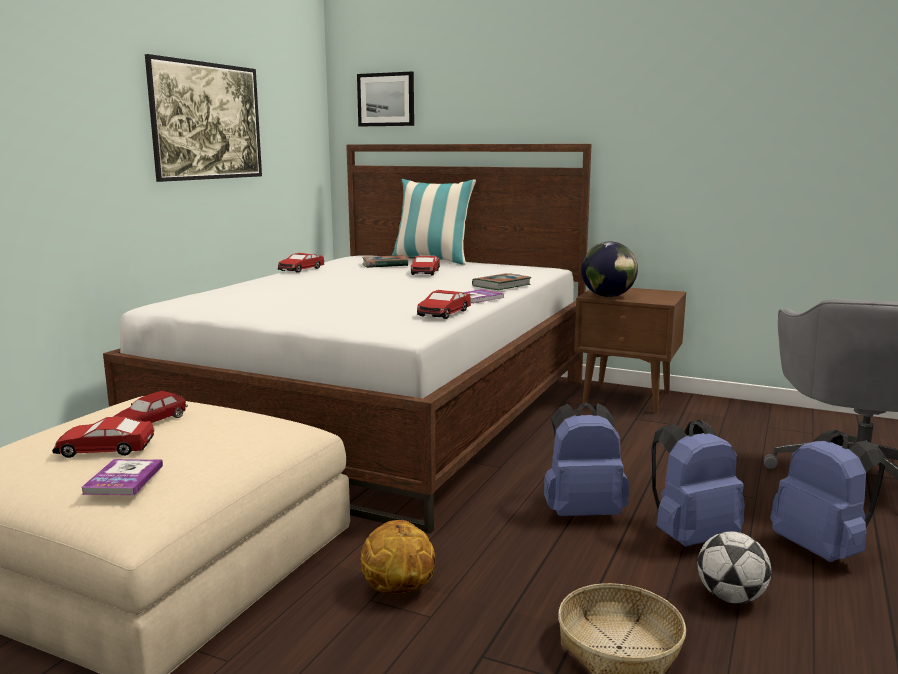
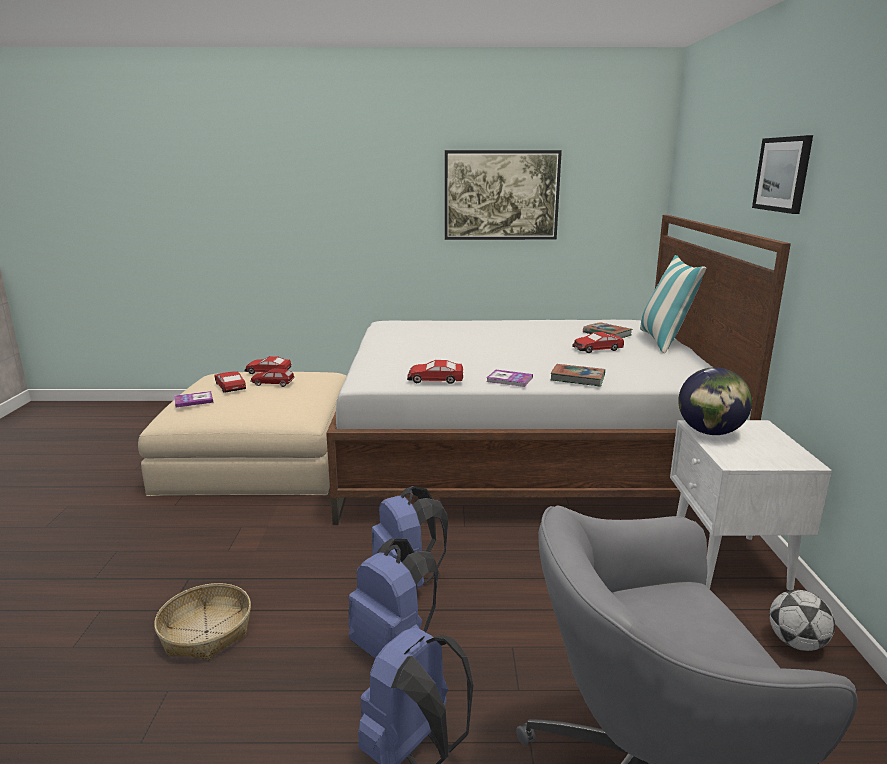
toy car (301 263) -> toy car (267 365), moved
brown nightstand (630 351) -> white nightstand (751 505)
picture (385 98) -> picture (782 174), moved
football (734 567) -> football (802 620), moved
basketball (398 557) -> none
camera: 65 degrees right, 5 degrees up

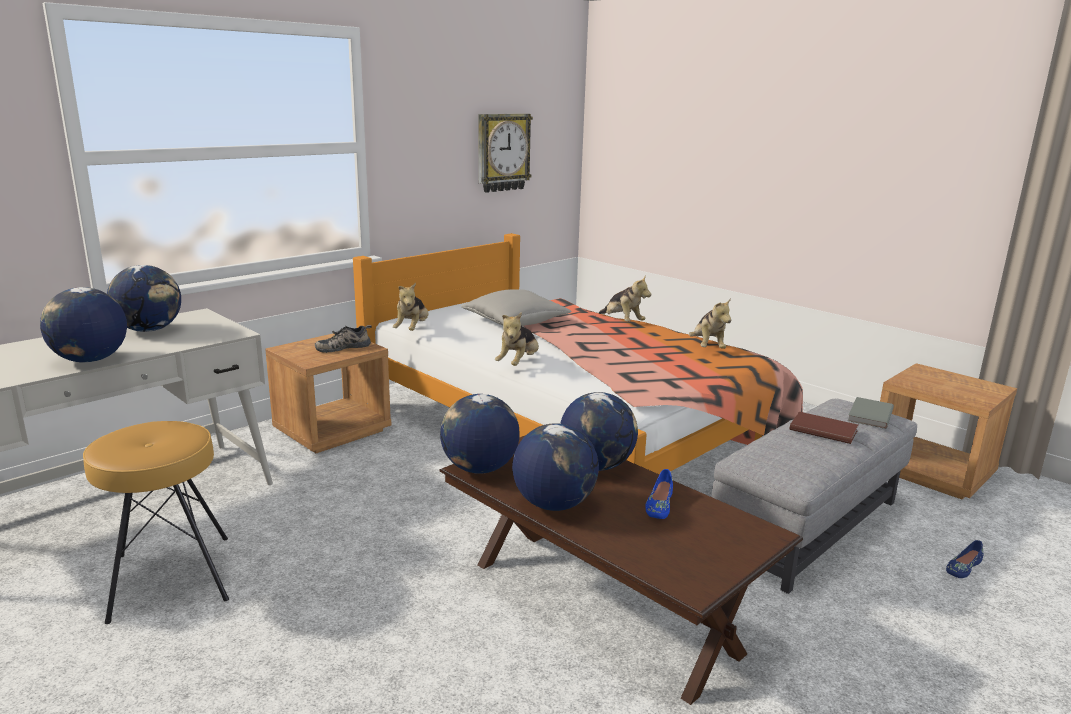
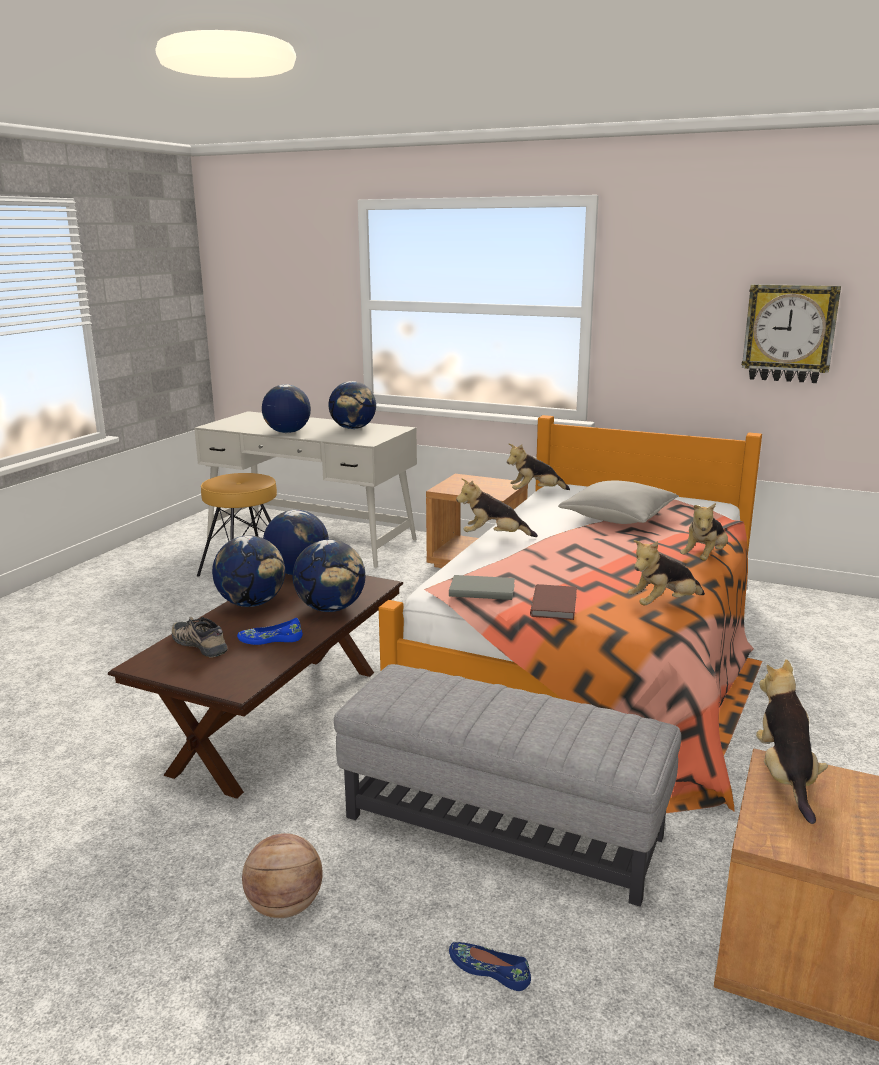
shoe (343 339) -> shoe (200 637), moved
none -> basketball (282 875)
grey book (871 413) -> grey book (482 587), moved
brown book (824 428) -> brown book (553 602), moved
none -> plush toy (792 741)
camera: 70 degrees right, 0 degrees up

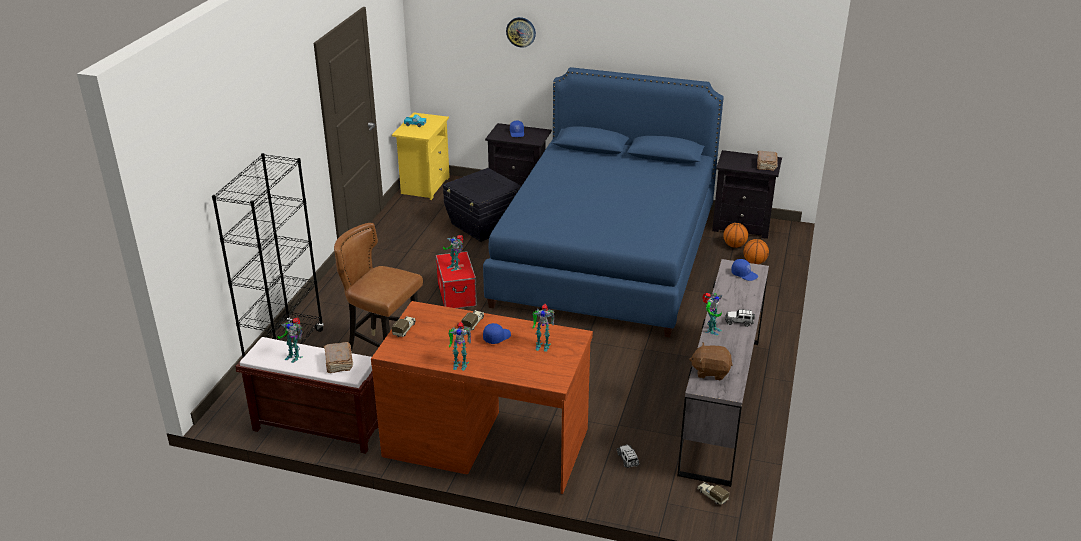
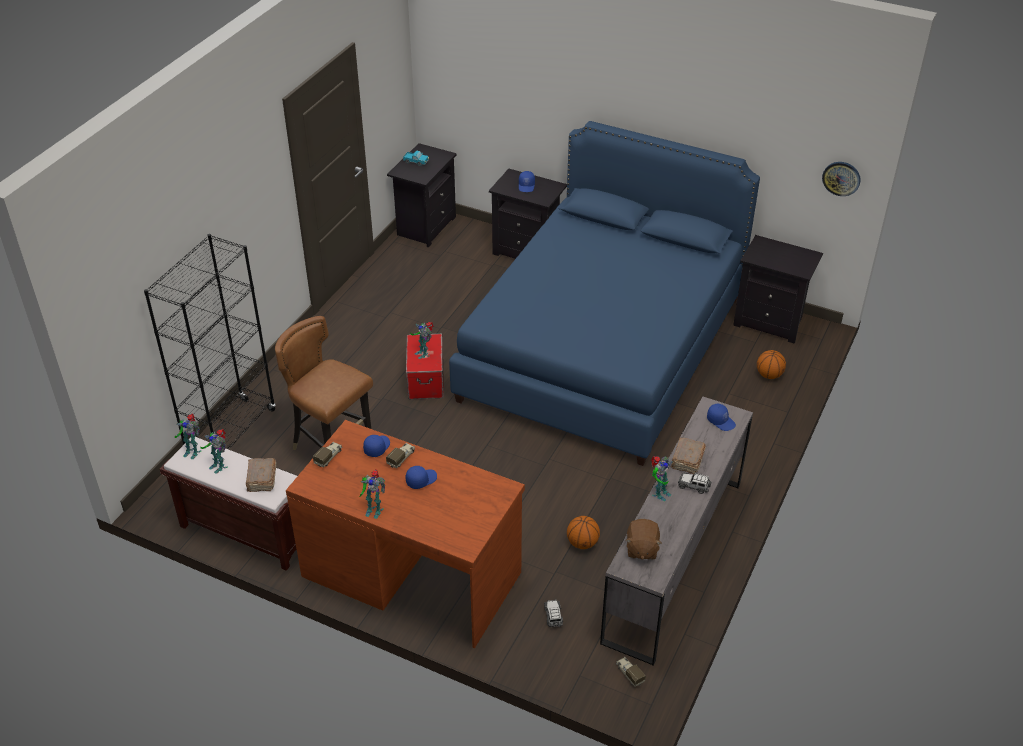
toy robot (544 328) -> toy robot (188 436), moved
none -> blue cap (376 446)
yellow nightstand (421 156) -> black nightstand (422 195)
basketball (735 235) -> basketball (583 532), moved
brown plush toy (711 361) -> brown plush toy (644 539), 105 degrees counterclockwise
brown book (767 161) -> brown book (688 455), moved
wall clock (521 32) -> wall clock (841 179), moved
black storage box (482 205) -> none
camera: 10 degrees right, 10 degrees up

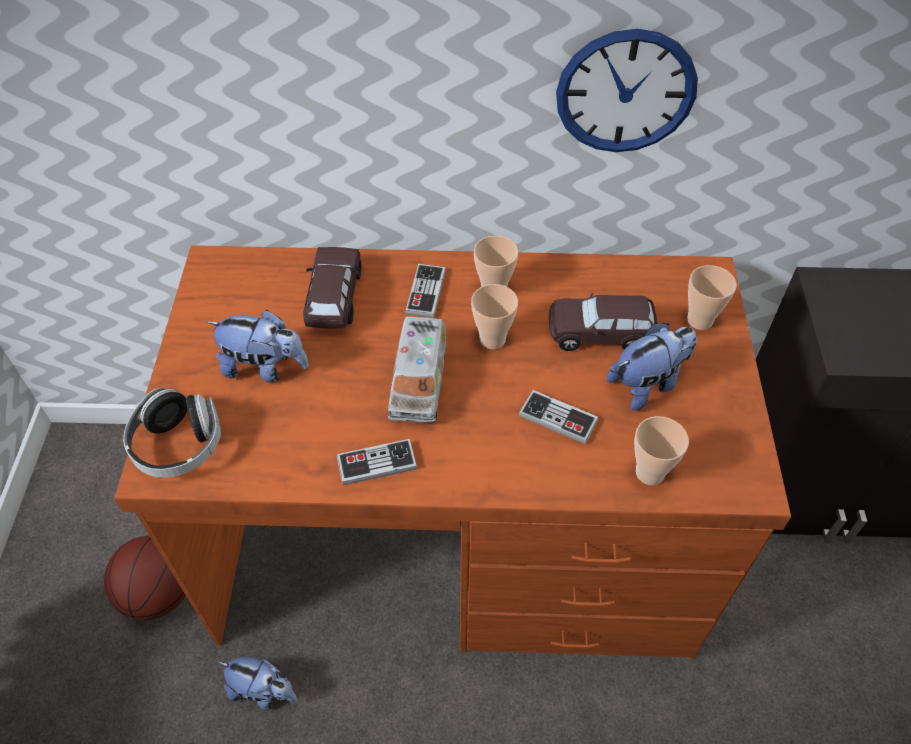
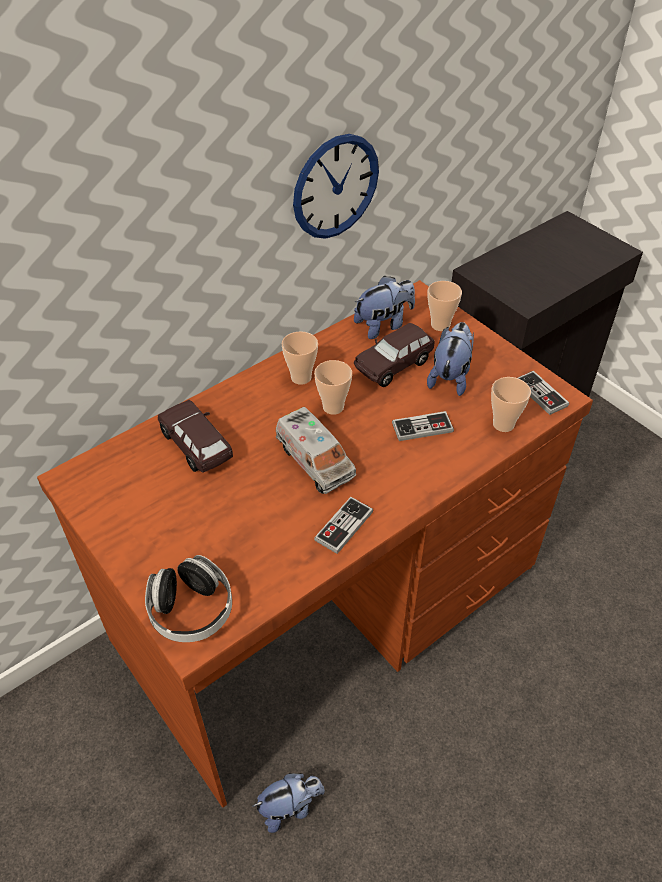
plush toy (257 346) -> plush toy (384 307), moved
game controller (425 291) -> game controller (543 393), moved
basketball (145 578) -> none
camera: 40 degrees left, 5 degrees down

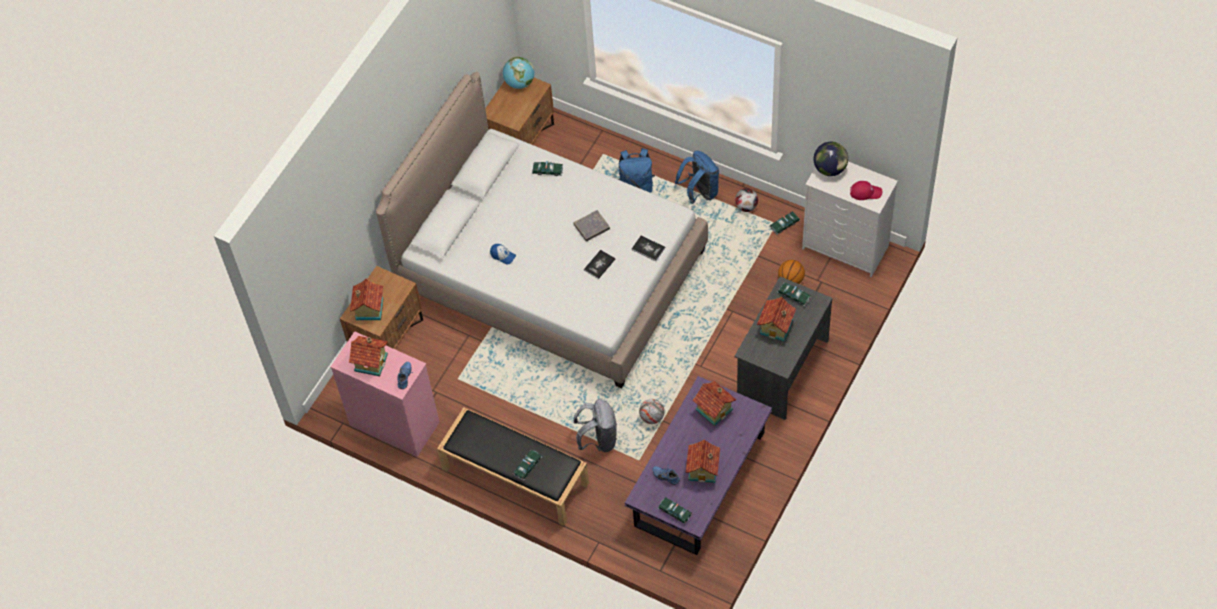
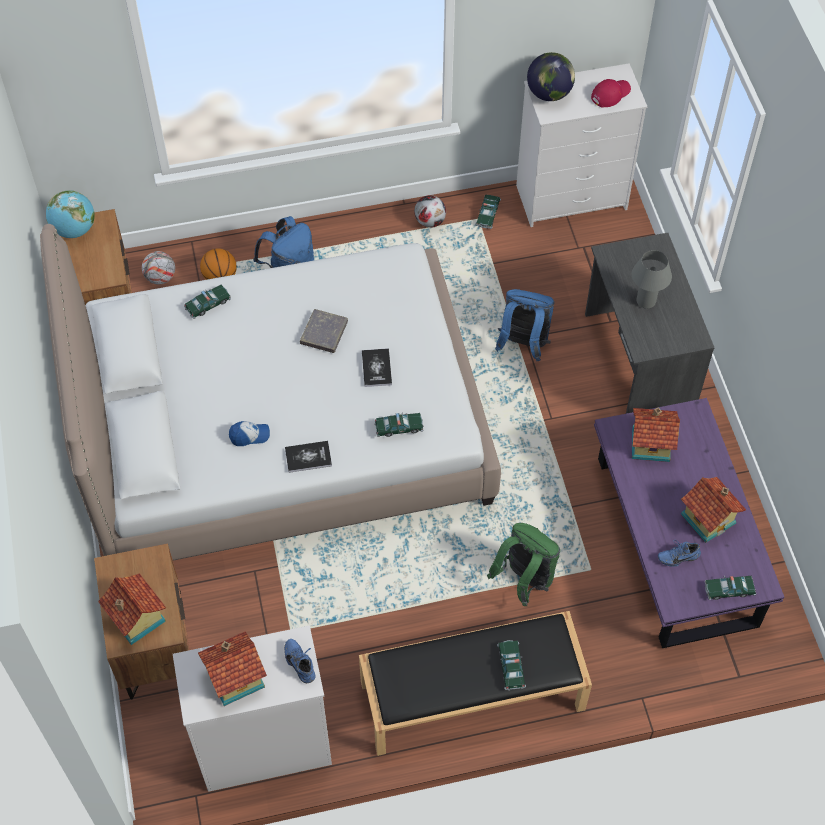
football (652 411) -> football (158 268), moved
pink dresser (384 394) -> white dresser (252 708)
basketball (791 272) -> basketball (218 264), moved
book (648 248) -> book (308 457), moved
toy car (794 294) -> toy car (399 424), moved
grey backpack (595 425) -> green backpack (523 564)
blue backpack (697 177) -> blue backpack (524 325), moved
toy house (776 319) -> grey table lamp (652 279)
camera: 45 degrees left, 0 degrees up

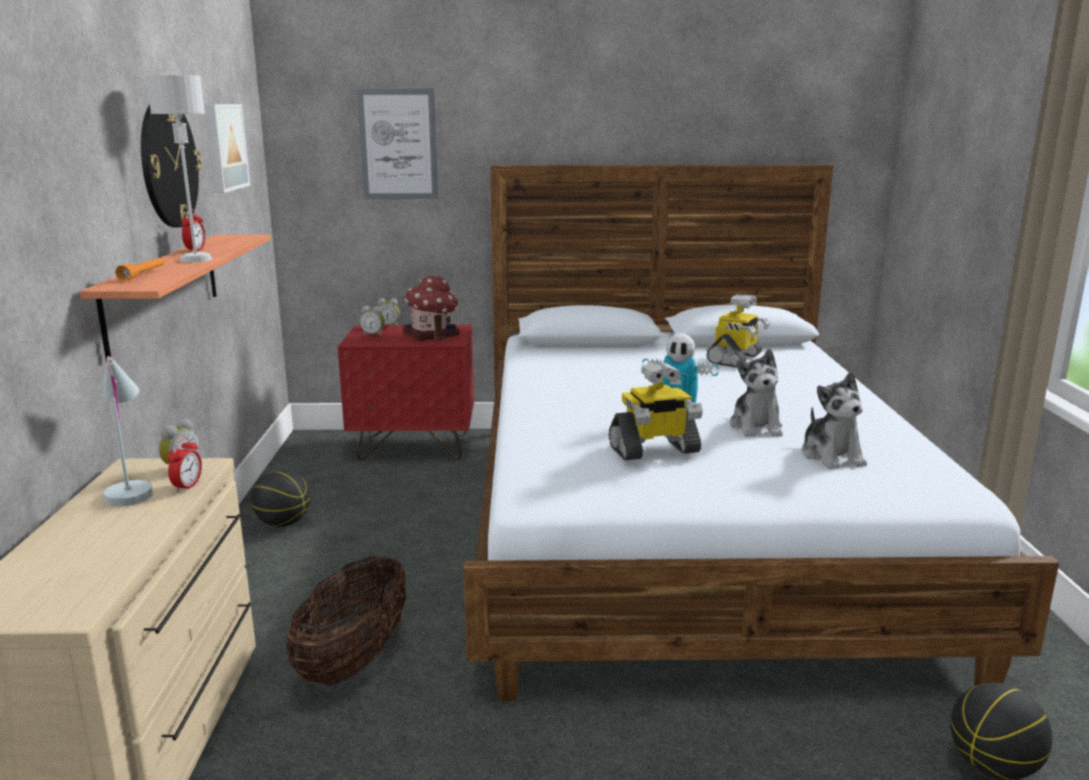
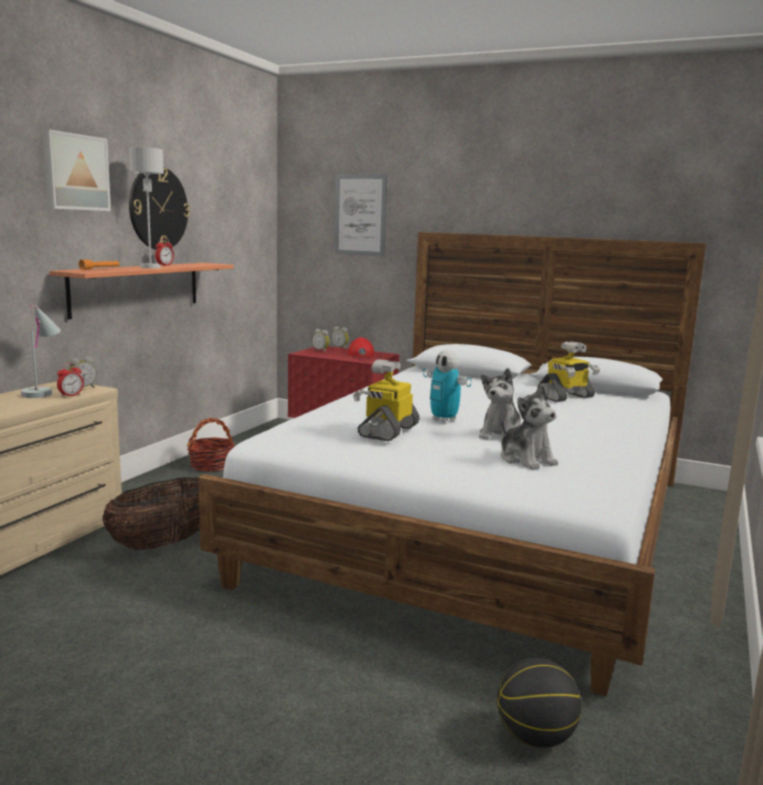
picture (227 148) -> picture (76 170), moved
basketball (281 498) -> basket (211 445)
toy house (431 308) -> red cap (361 348)
toy robot (656 410) -> toy robot (386 400), 105 degrees clockwise
plush toy (834 420) -> plush toy (529 427), 45 degrees counterclockwise
camera: 25 degrees right, 5 degrees down

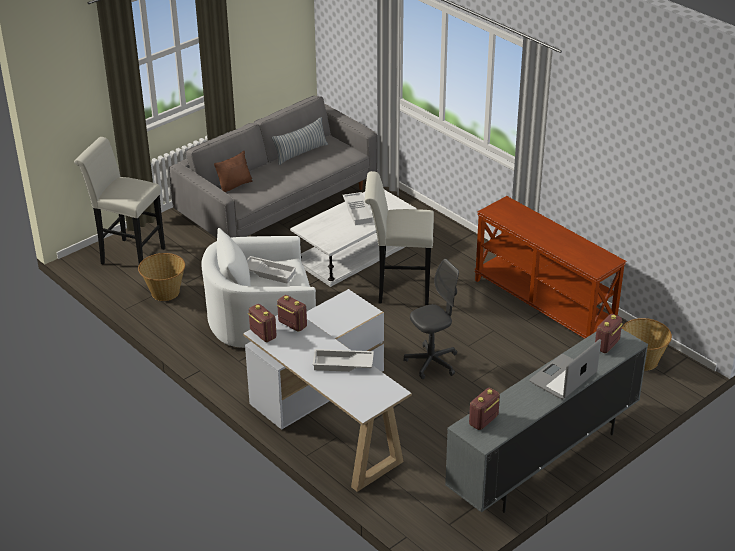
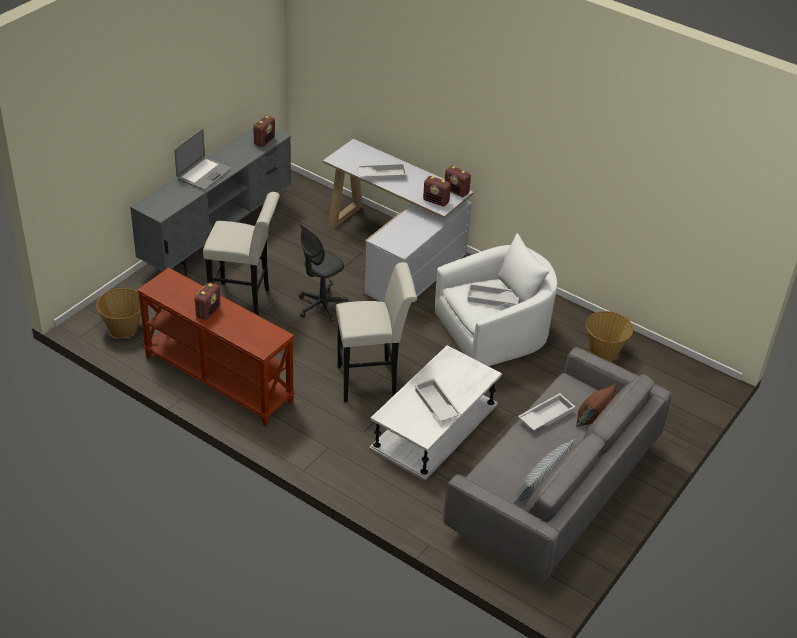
radio (609 333) -> radio (207 301), moved
white stool (119 201) -> white stool (241 254), moved
none -> white tray (546 412)
camera: 165 degrees right, 5 degrees up

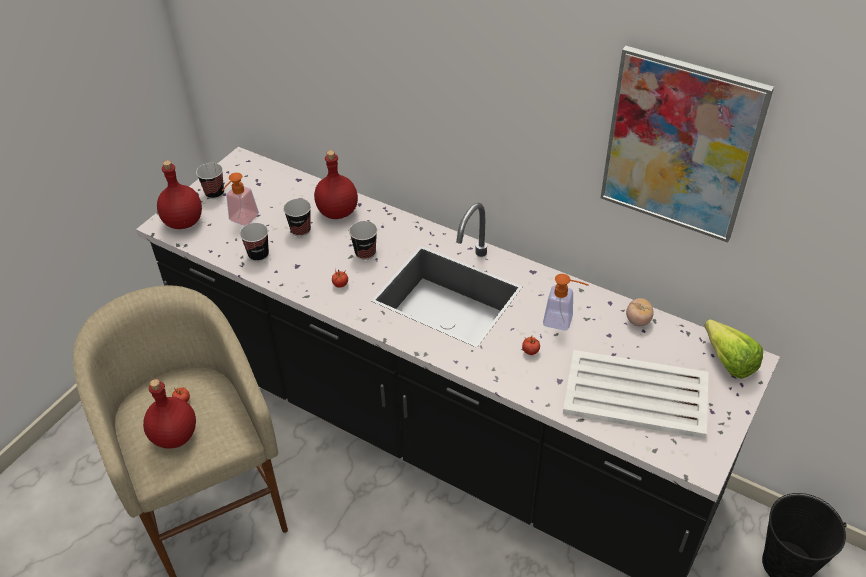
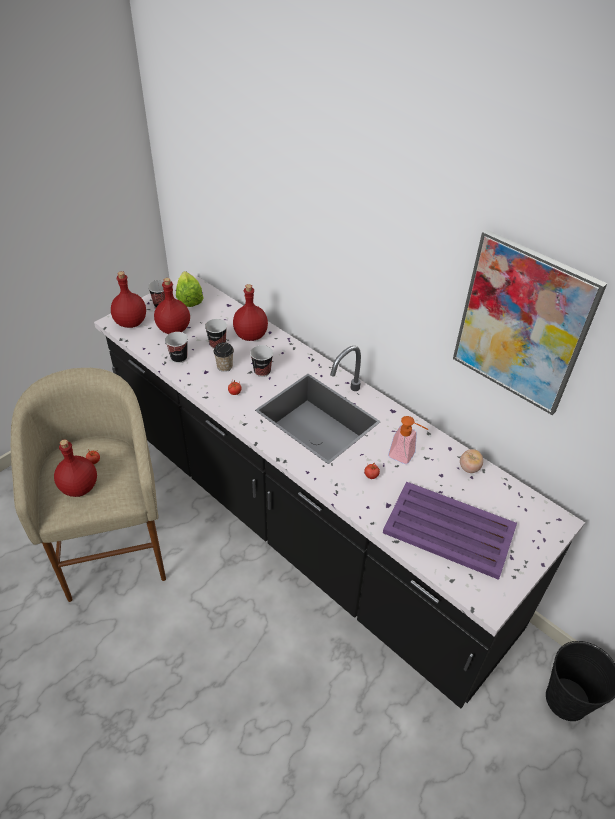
soap dispenser (240 199) -> red bottle (172 306)
lettuce (733 349) -> lettuce (189 289), moved
none -> cup (223 357)
white tray (636 394) -> purple tray (450 530)
camera: 10 degrees right, 0 degrees up

